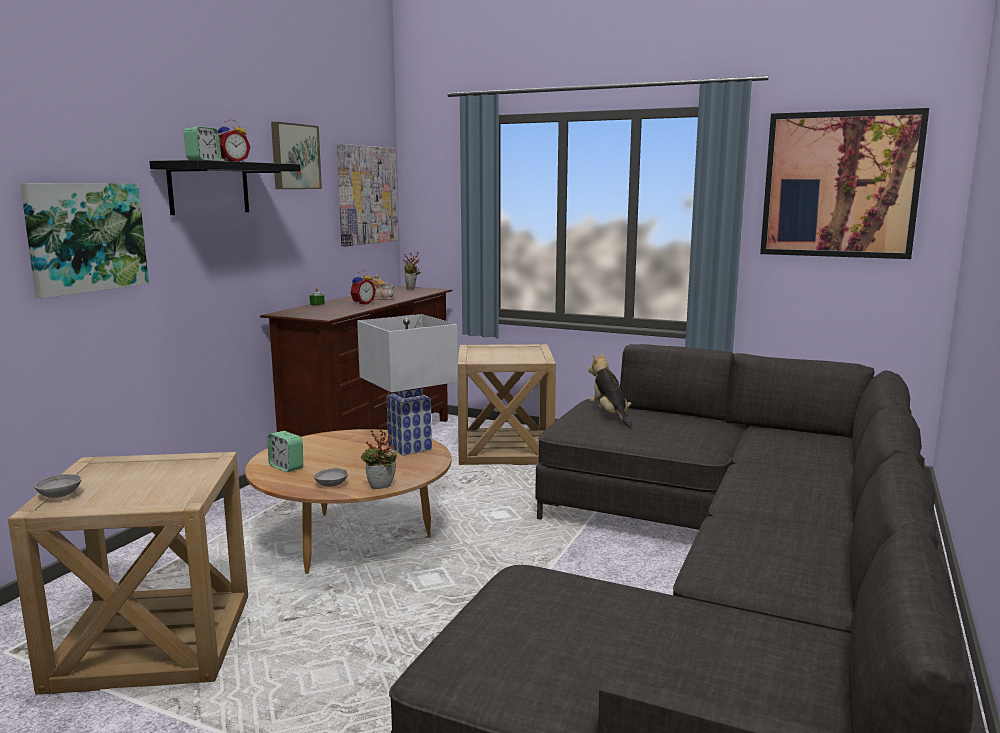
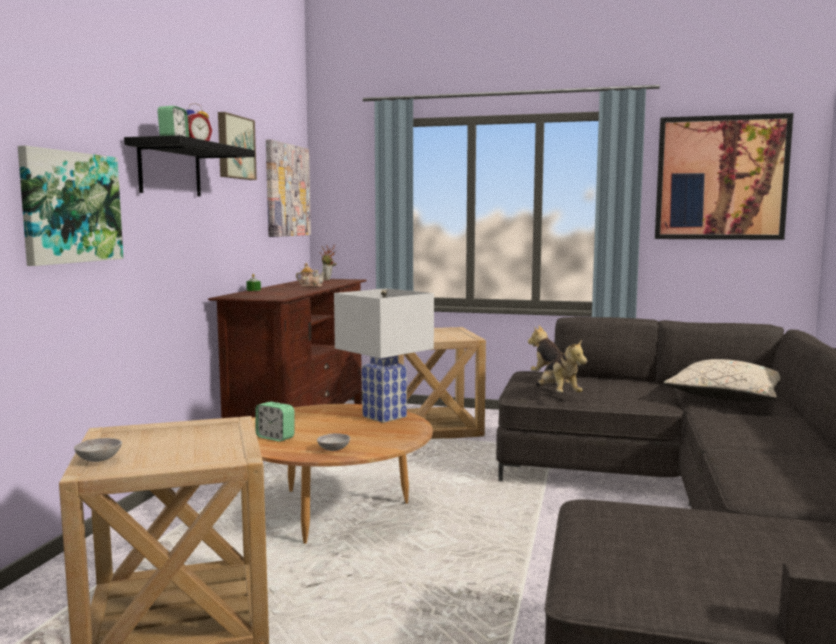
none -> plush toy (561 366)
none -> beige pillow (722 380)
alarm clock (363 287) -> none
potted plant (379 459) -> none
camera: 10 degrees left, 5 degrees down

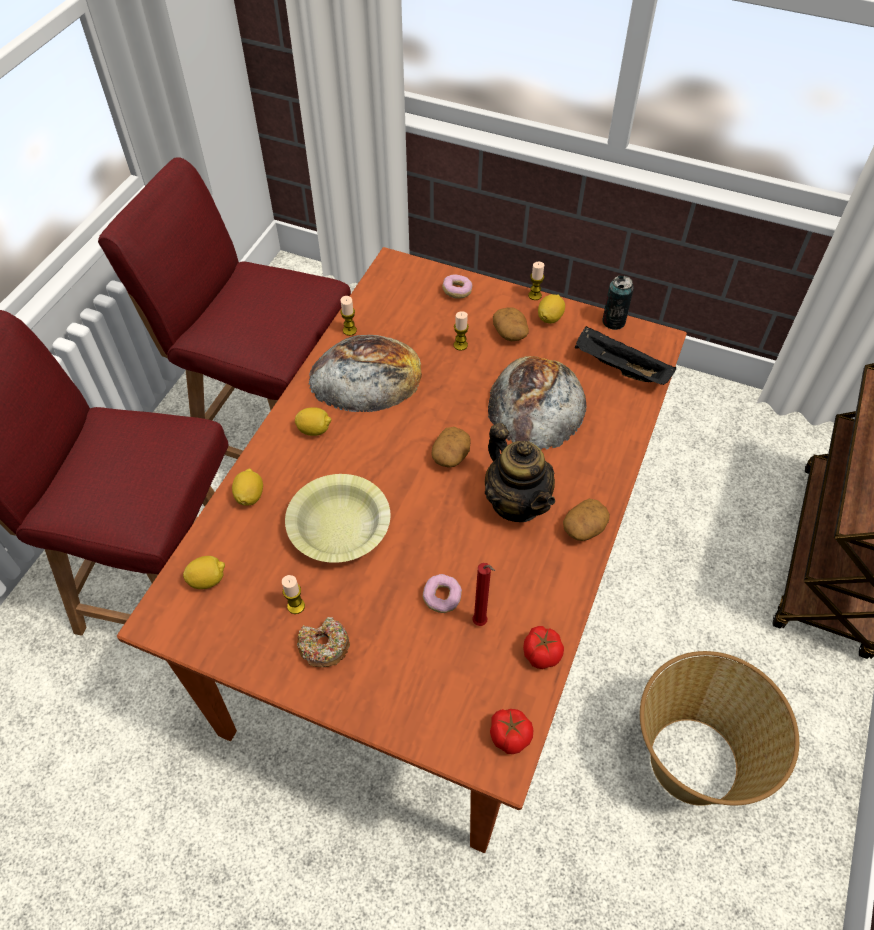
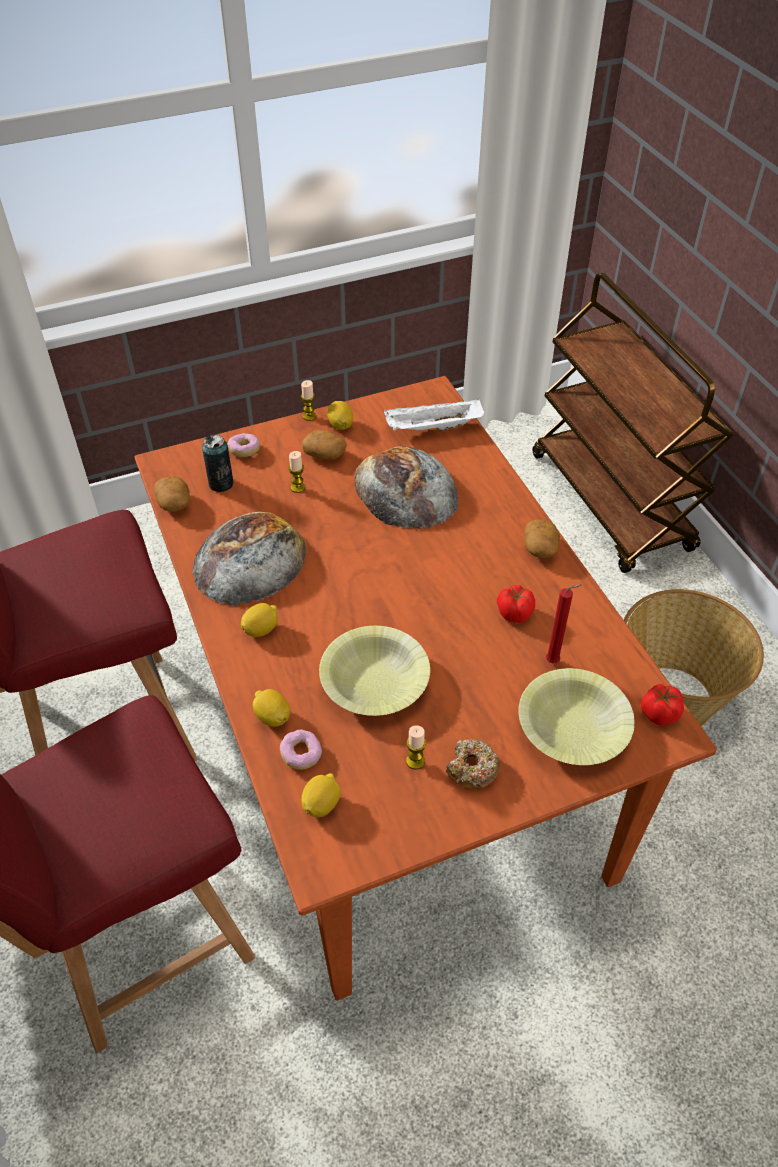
potato (451 447) -> potato (172 494), moved
can (618 302) -> can (217 463), moved
donut (442 593) -> donut (301 750), moved
black tray (625 355) -> white tray (434 414)
tomato (543 647) -> tomato (516 604), moved
none -> yellow bowl (576 716)
candle (348 316) -> none
teapot (520 472) -> none
camera: 45 degrees left, 5 degrees down

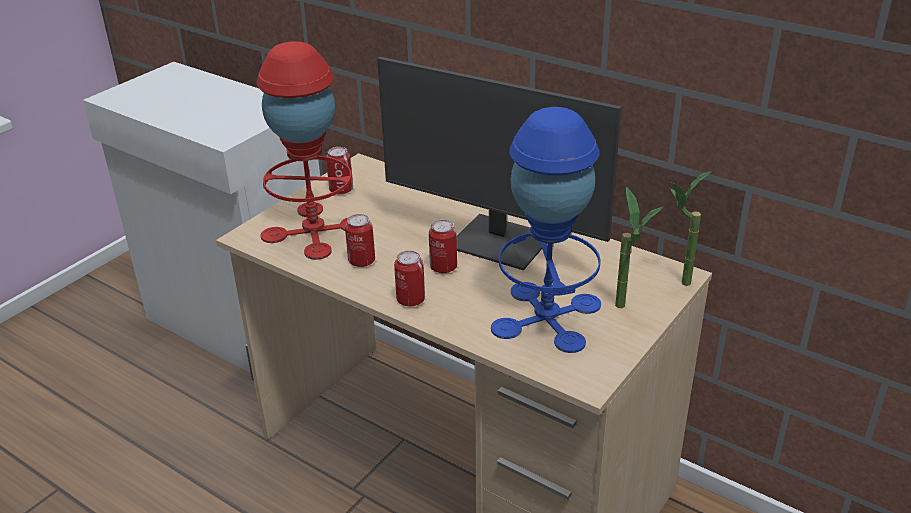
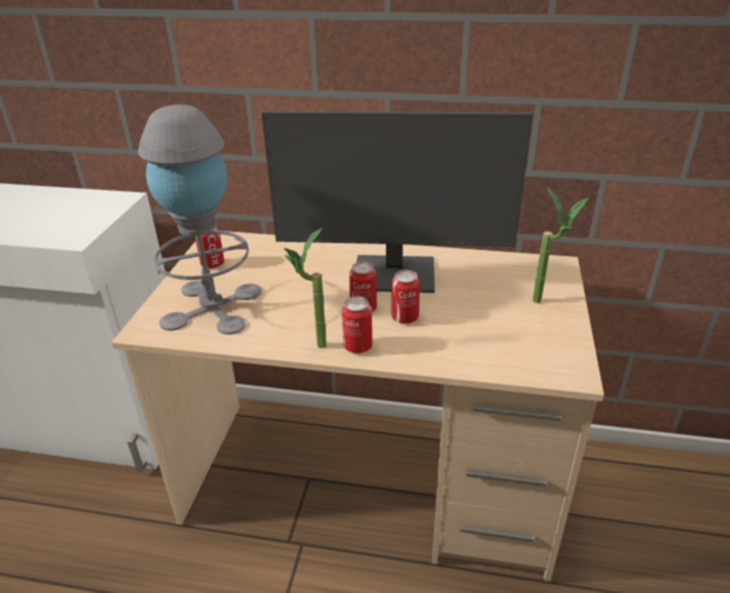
red table lamp (304 150) -> grey table lamp (200 220)
potted plant (691 228) -> potted plant (305 287), moved
can (360 240) -> can (405 297), moved
blue table lamp (546 230) -> none
camera: 25 degrees left, 0 degrees up

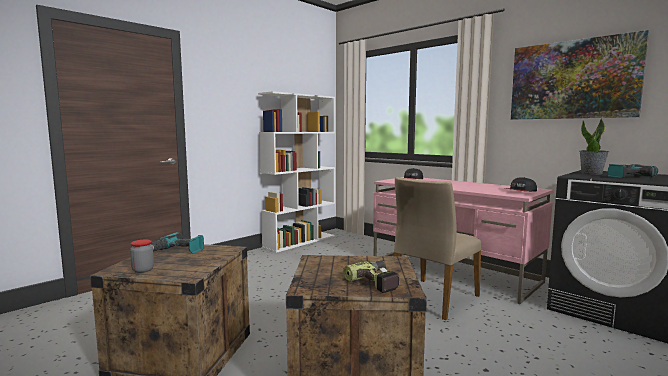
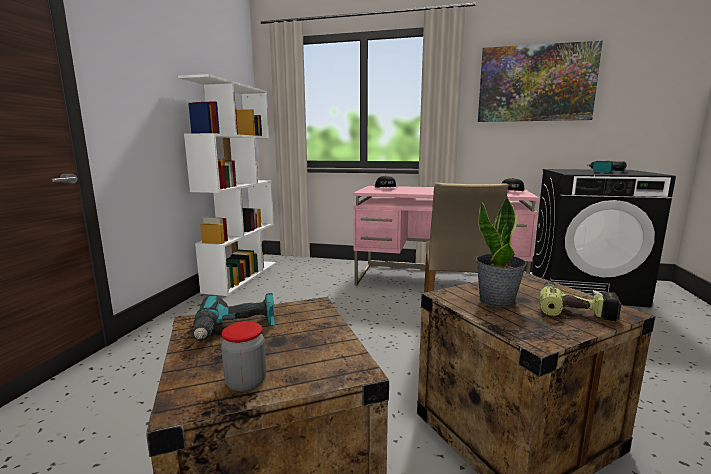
potted plant (594 146) -> potted plant (501 252), moved
camera: 30 degrees left, 5 degrees up

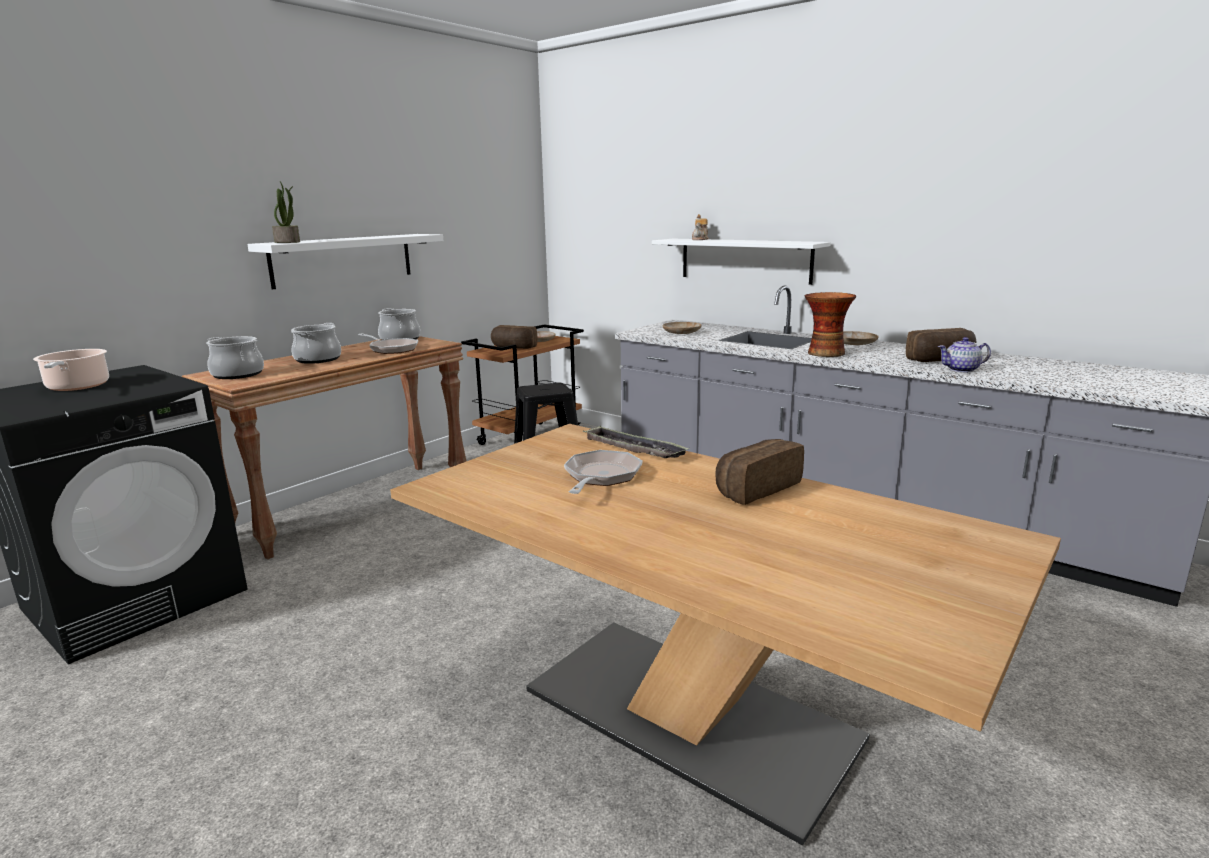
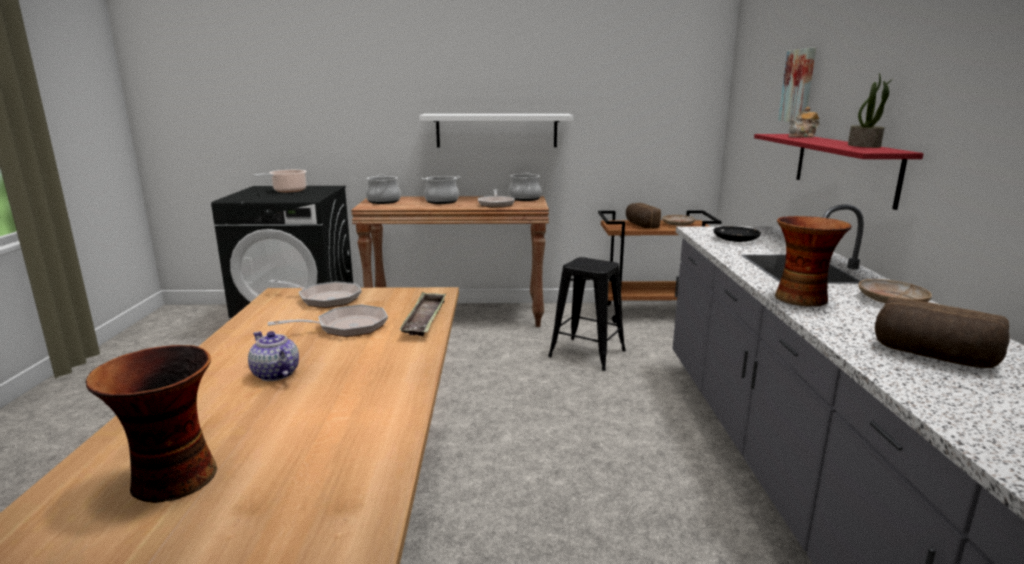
none -> vase (151 424)
teapot (964 354) -> teapot (273 356), moved
none -> frying pan (315 294)
beige plate (682 328) -> black plate (737 234)
white shelf (741 262) -> red shelf (838 172)
none -> picture (797 85)
potted plant (286 212) -> potted plant (870 110), moved
bread (759 472) -> none
camera: 50 degrees right, 0 degrees up

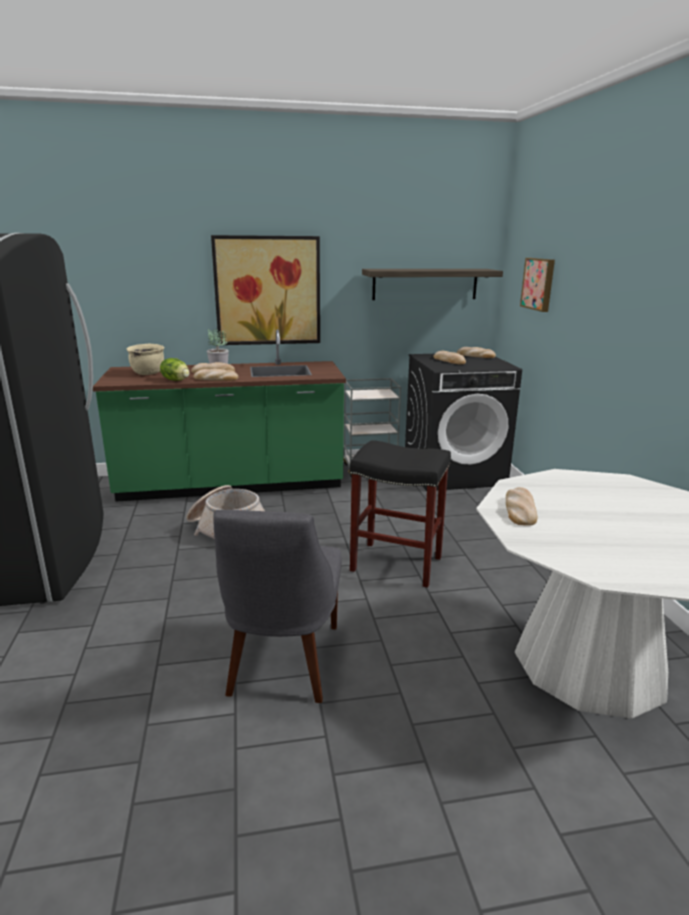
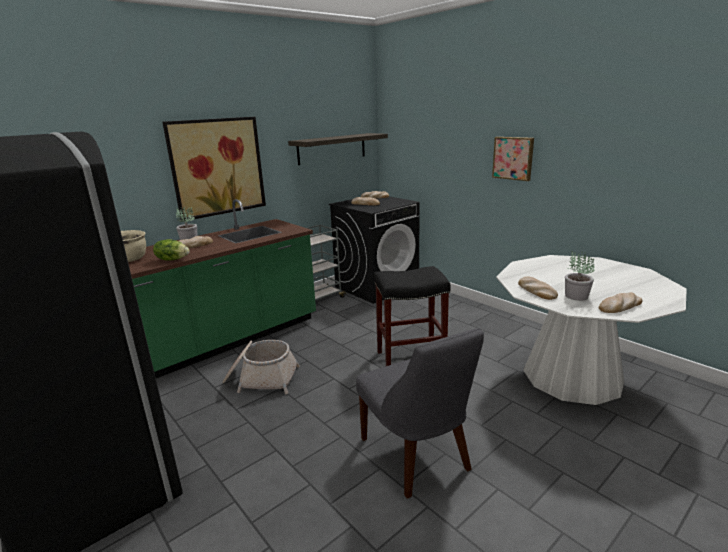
picture (537 285) -> picture (513 159), moved
none -> potted plant (580 276)
bread (215 375) -> bread (620 302), moved
camera: 30 degrees left, 0 degrees up

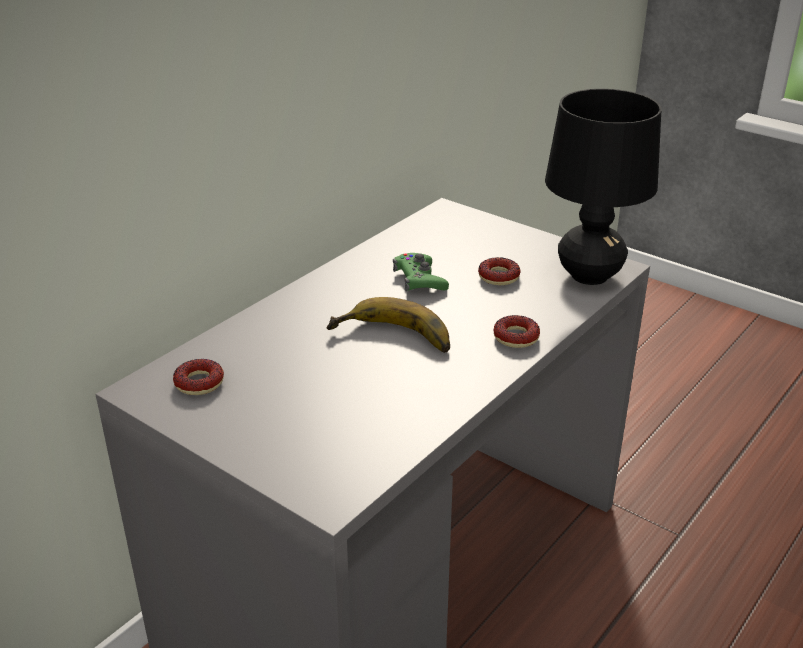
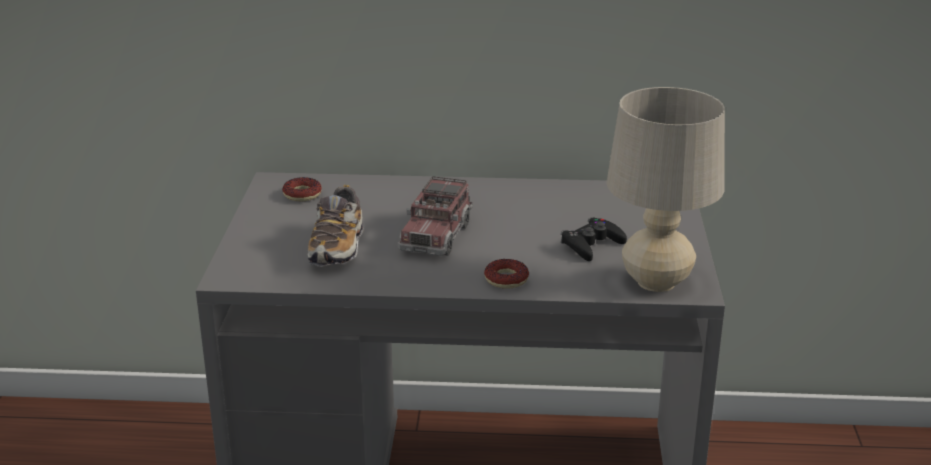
none -> shoe (336 226)
banana (388 325) -> toy truck (436 216)
donut (499 271) -> black game controller (594 239)
black table lamp (603 187) -> beige table lamp (665 189)
green game controller (421 272) -> none
camera: 55 degrees right, 5 degrees down

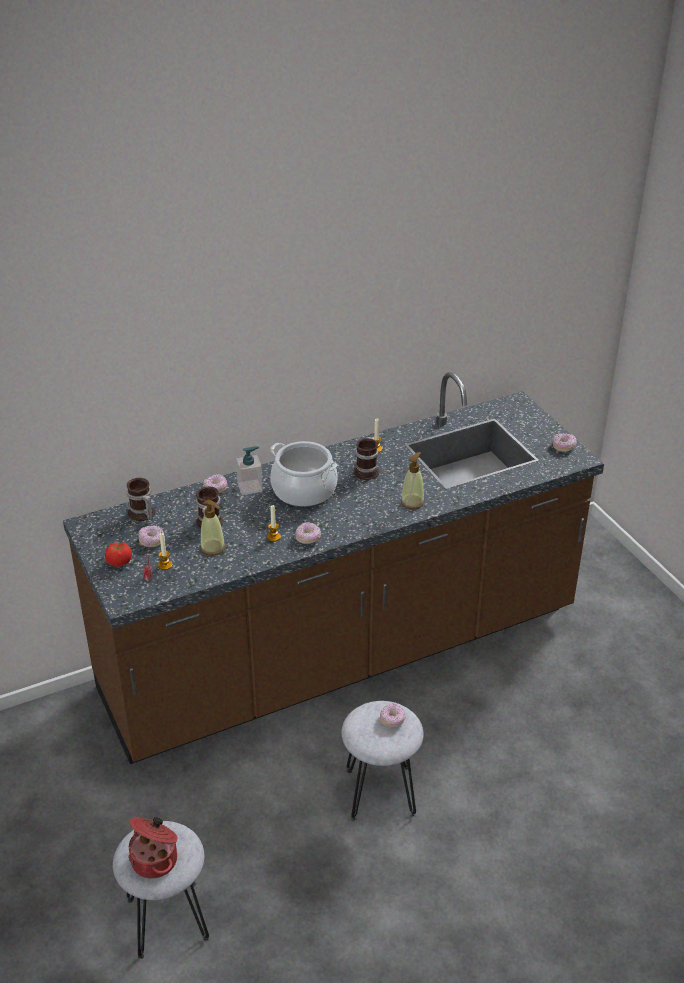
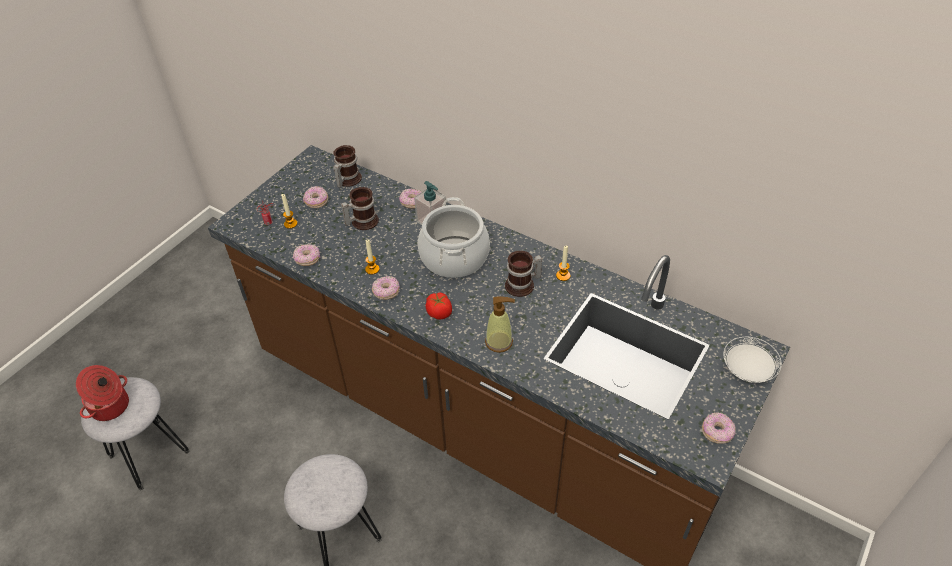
donut (393 715) -> donut (306 255), moved
tomato (118 554) -> tomato (438 305), moved
none -> white plate (752 360)
soap dispenser (212 527) -> none
camera: 60 degrees right, 10 degrees up

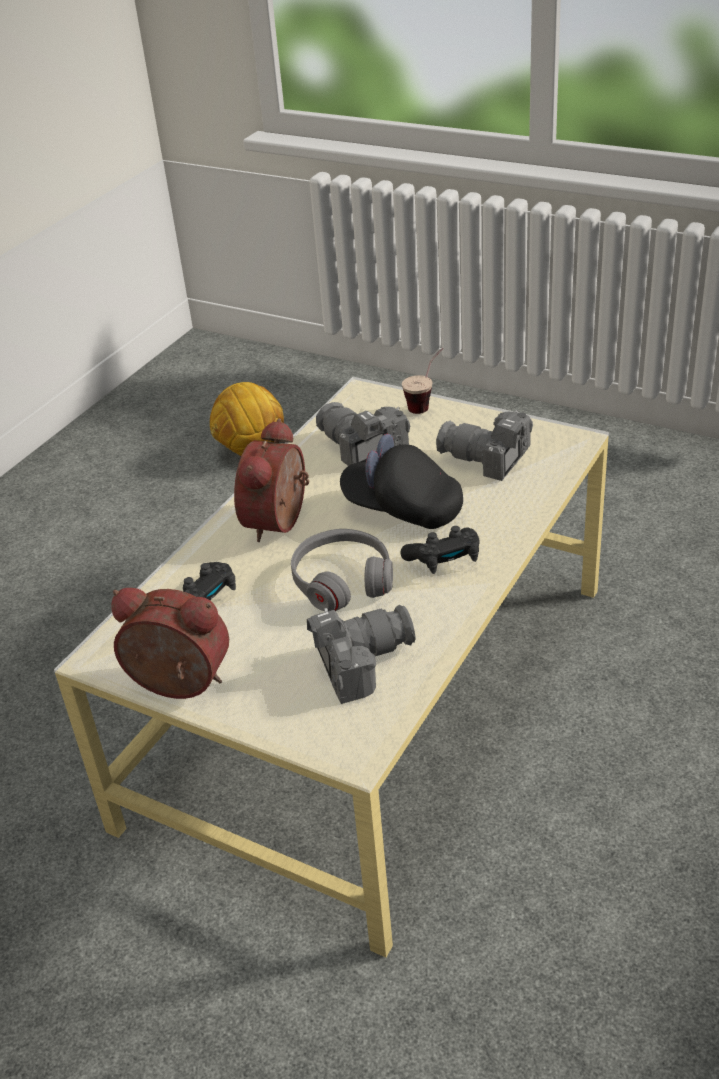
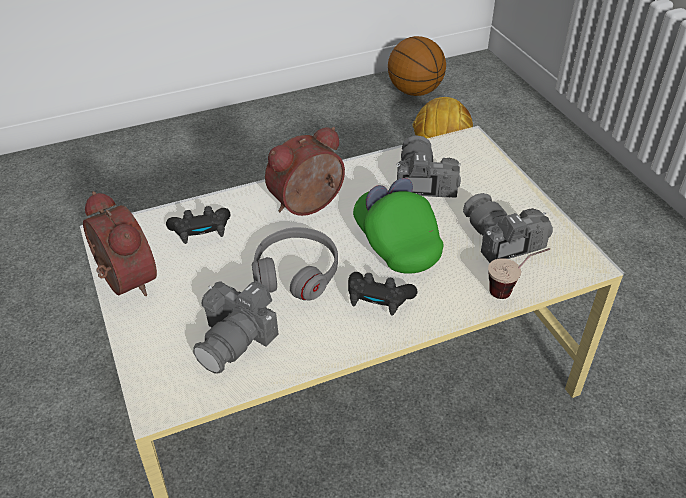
photo camera (361 654) -> photo camera (236 327), 105 degrees clockwise
black cap (401 481) -> green cap (398 226)
none -> basketball (417 66)
cup (422 381) -> cup (519 273), moved
camera: 35 degrees right, 5 degrees up

